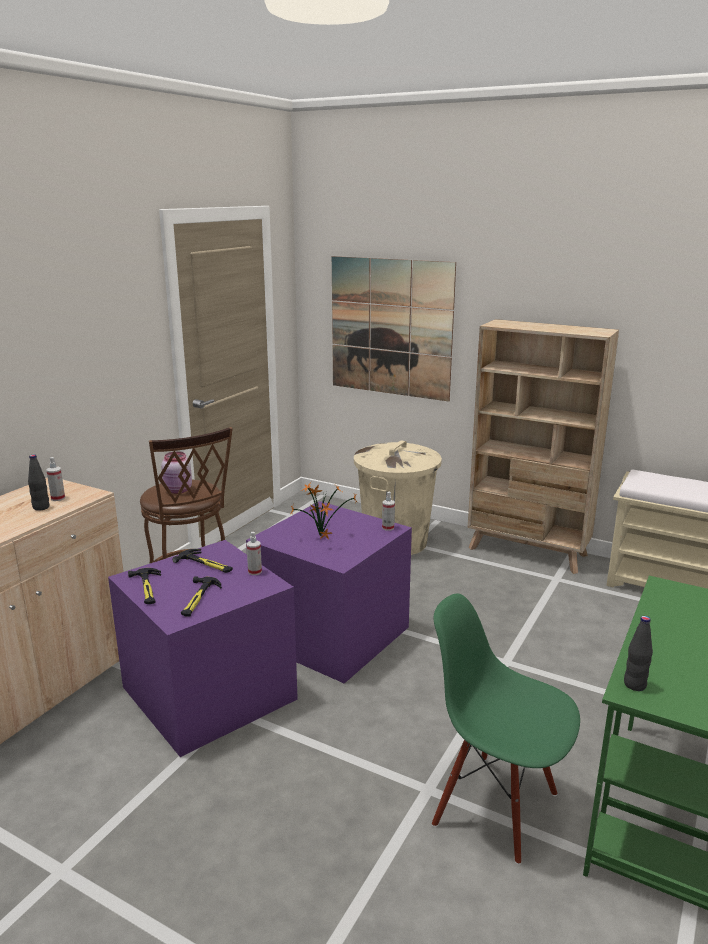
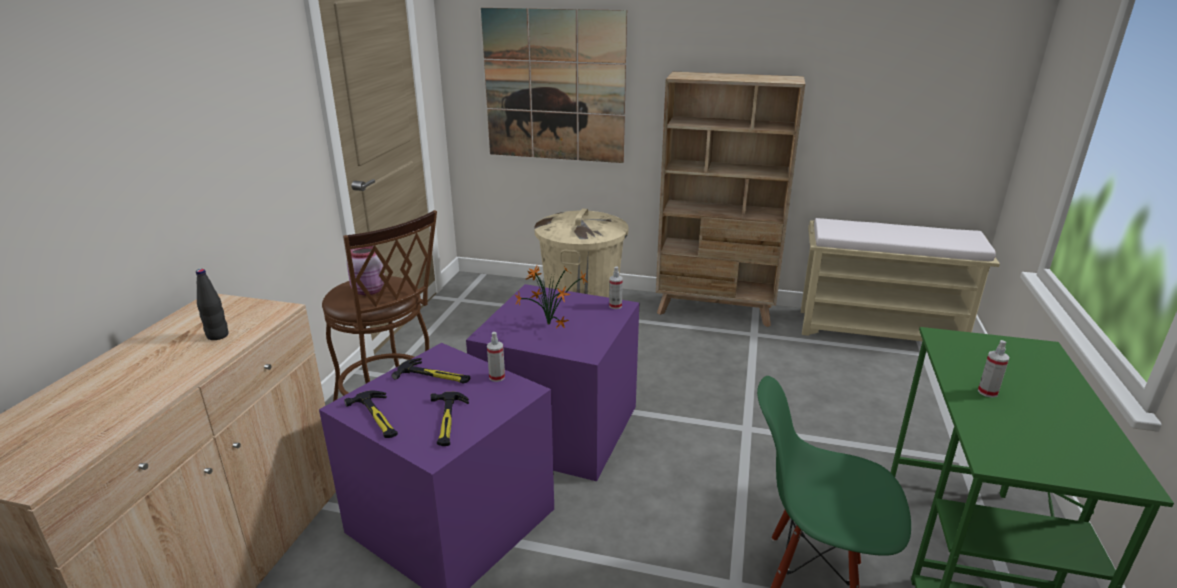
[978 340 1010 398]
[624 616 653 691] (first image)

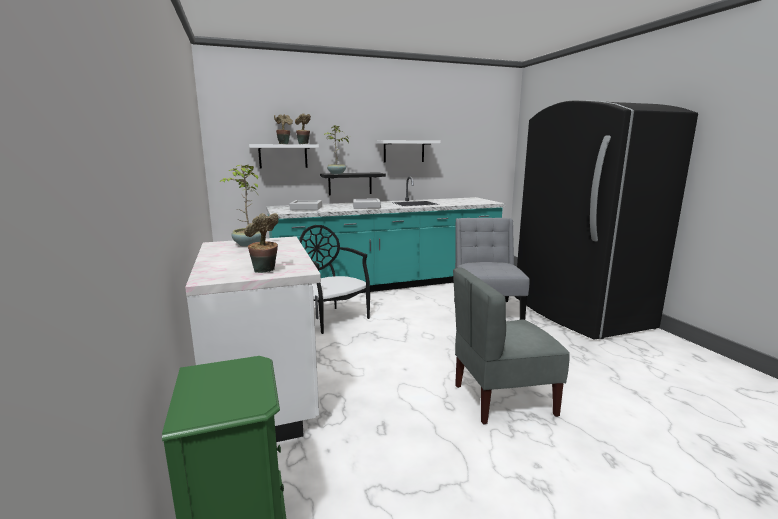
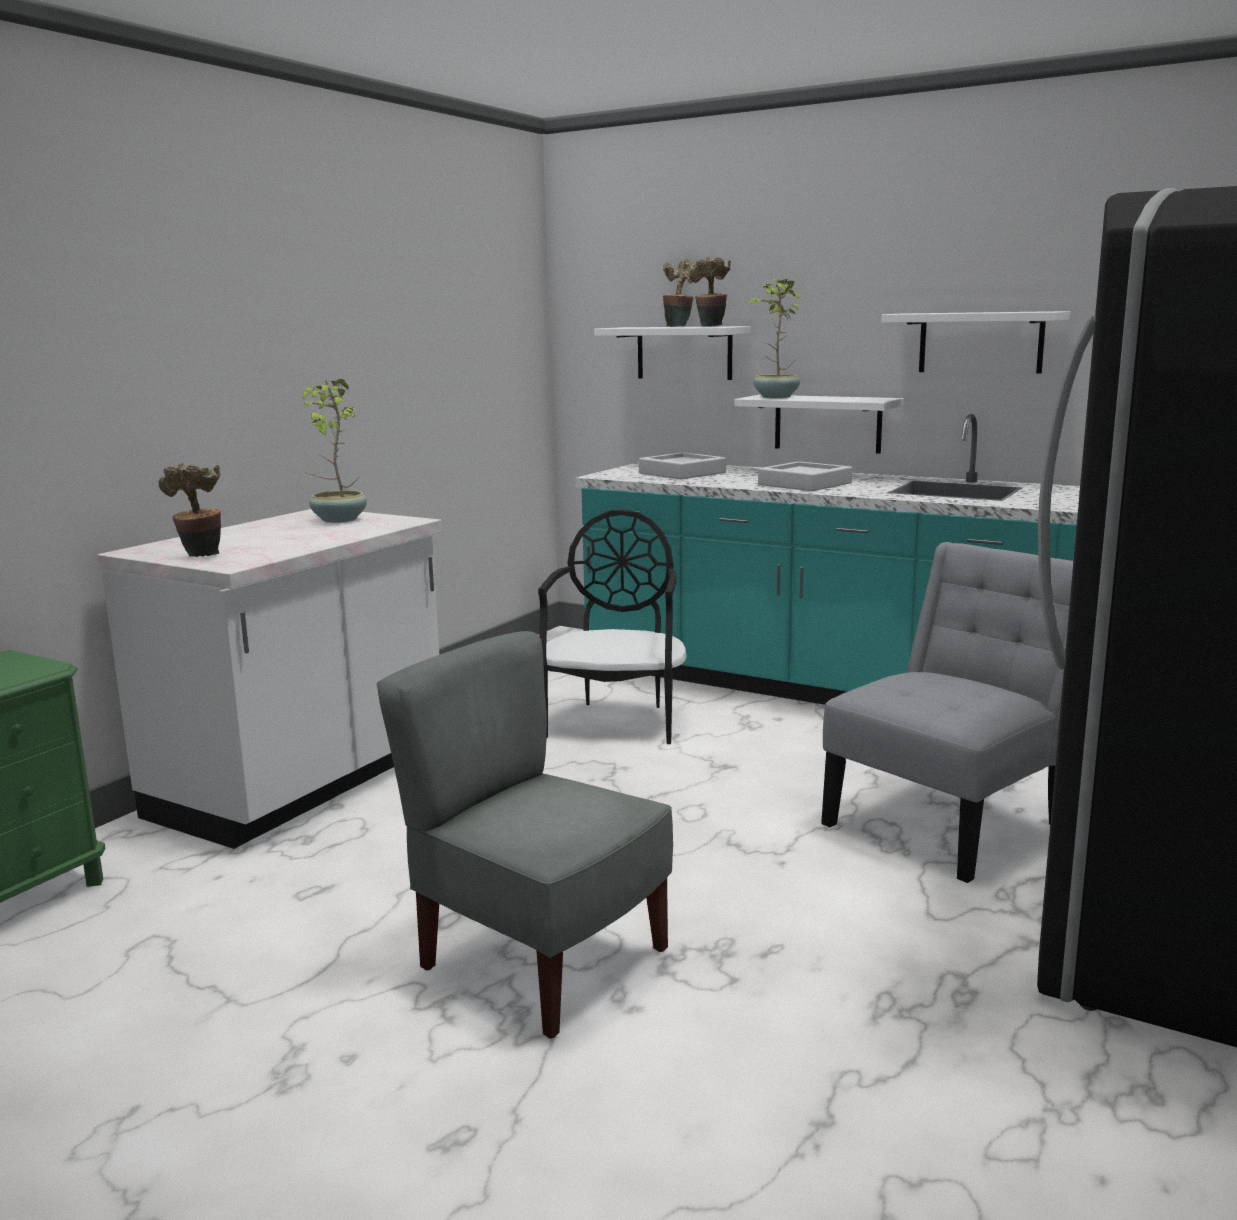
[735 395 903 454]

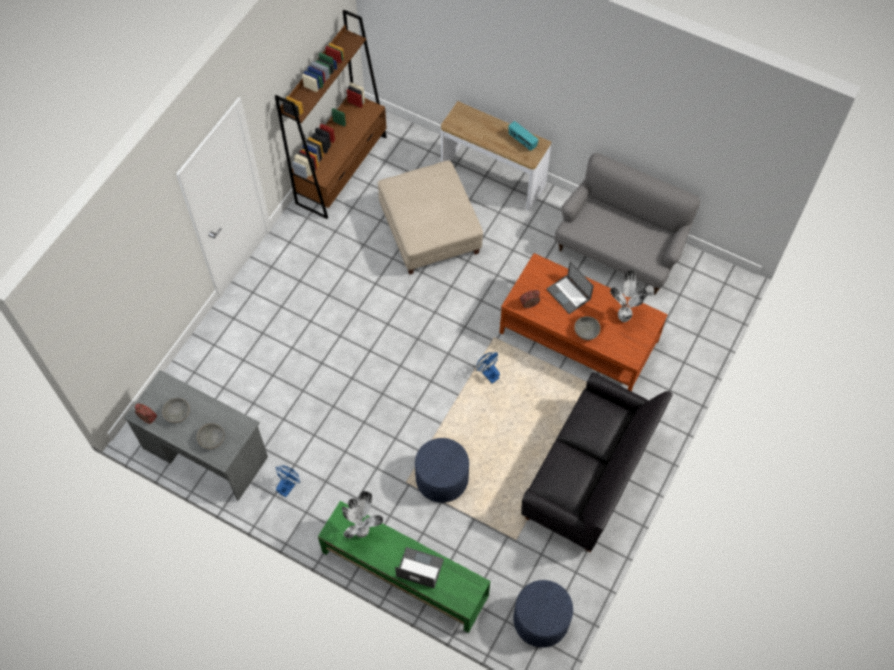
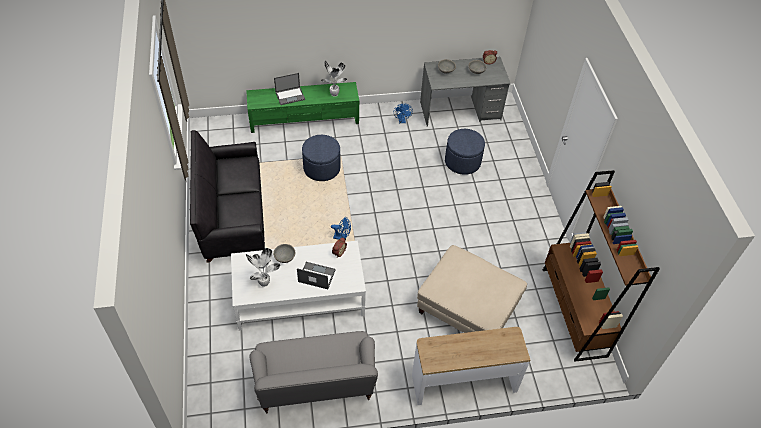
[231 241 366 331]
[445 129 485 175]
[508 121 539 151] (first image)

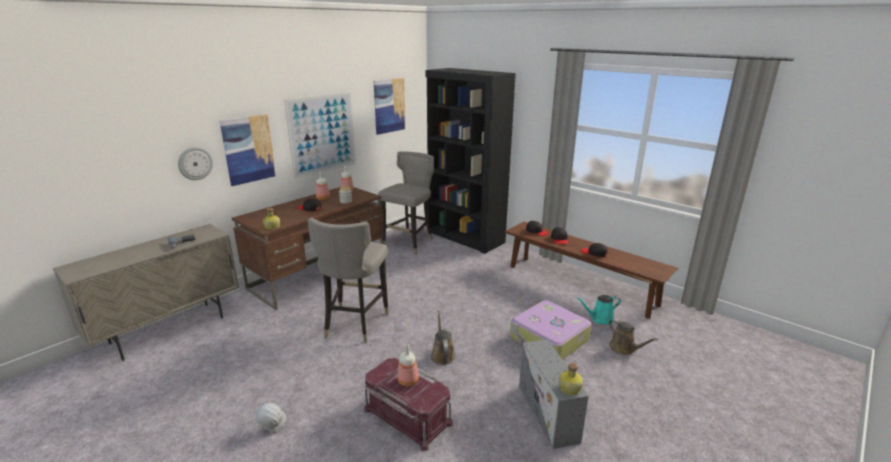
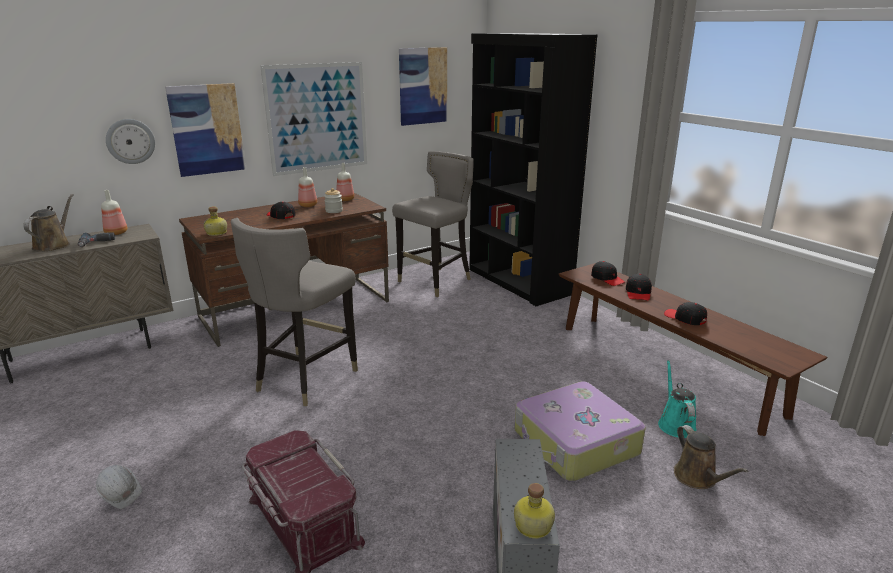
[23 194 74 252]
[101 190 127 235]
[658 360 697 438]

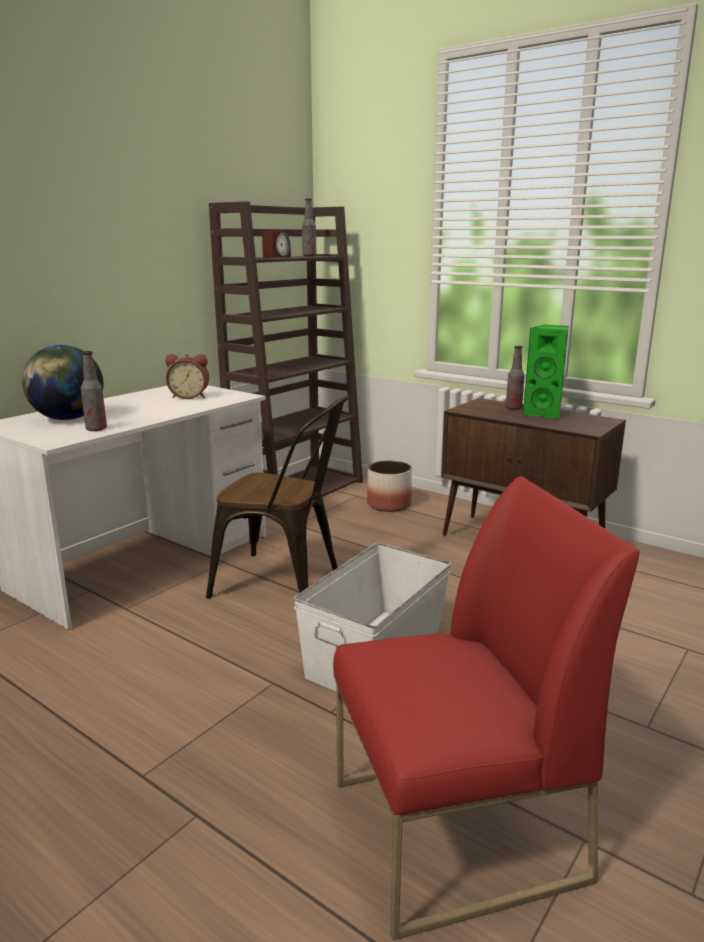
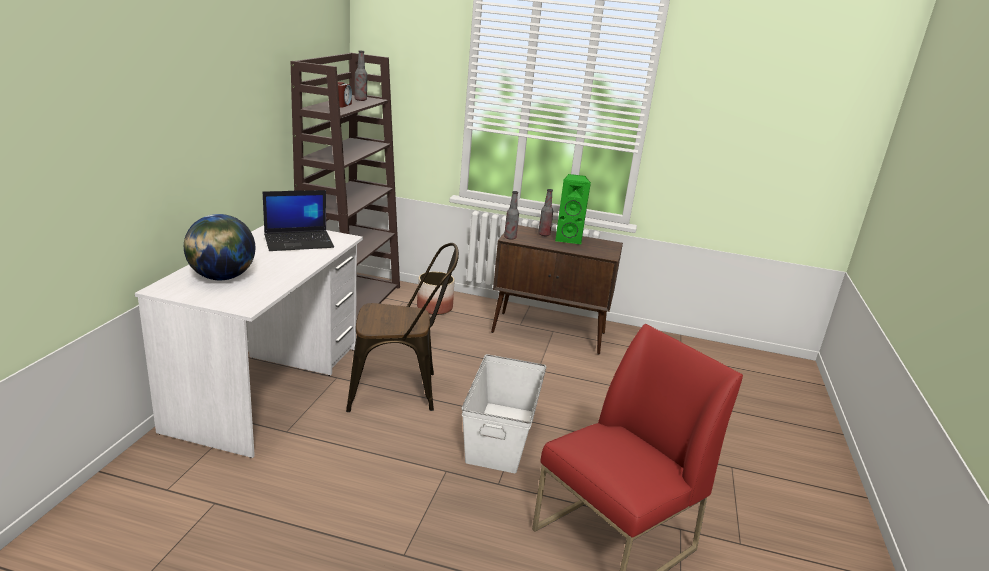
[263 190 334 251]
[504 191 519 240]

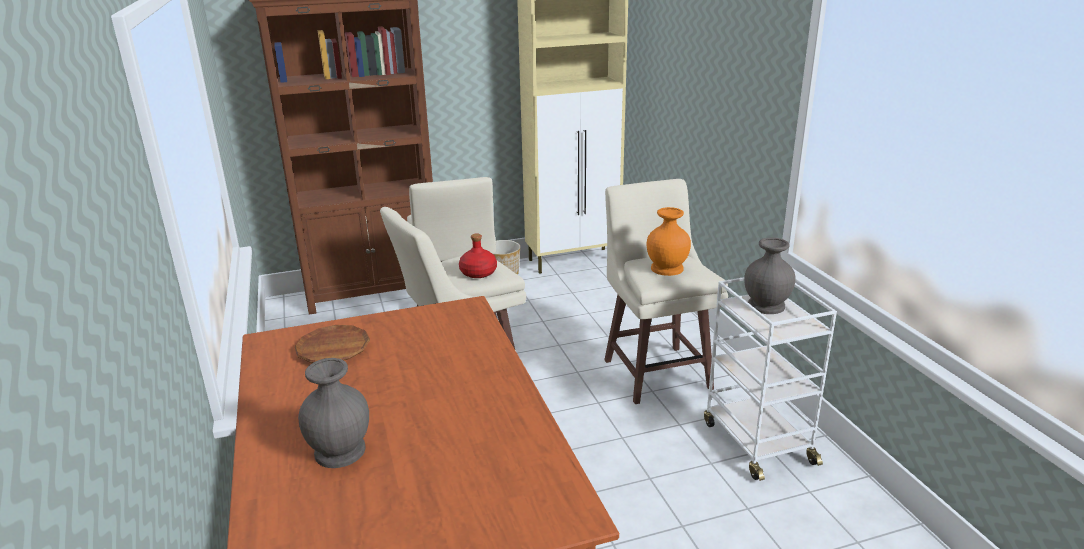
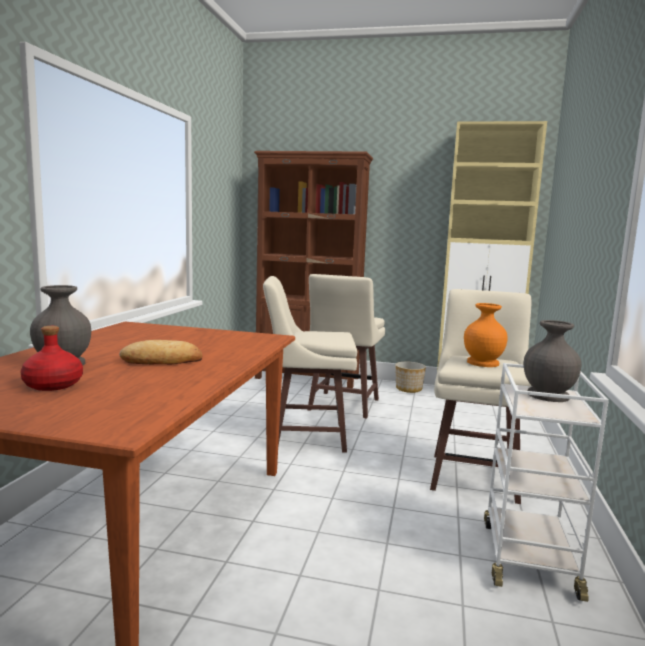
[21 326 83 391]
[119 340 202 364]
[295 325 370 363] (first image)

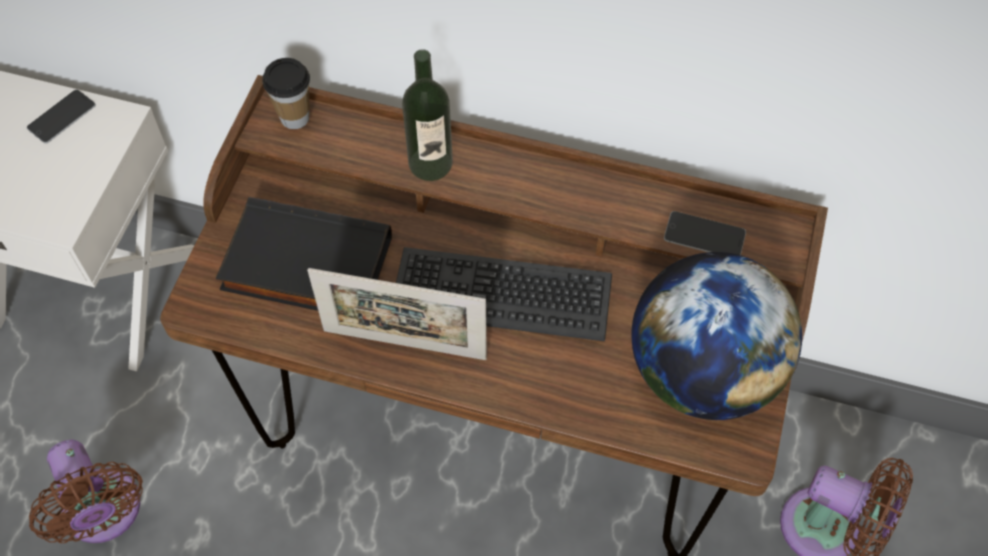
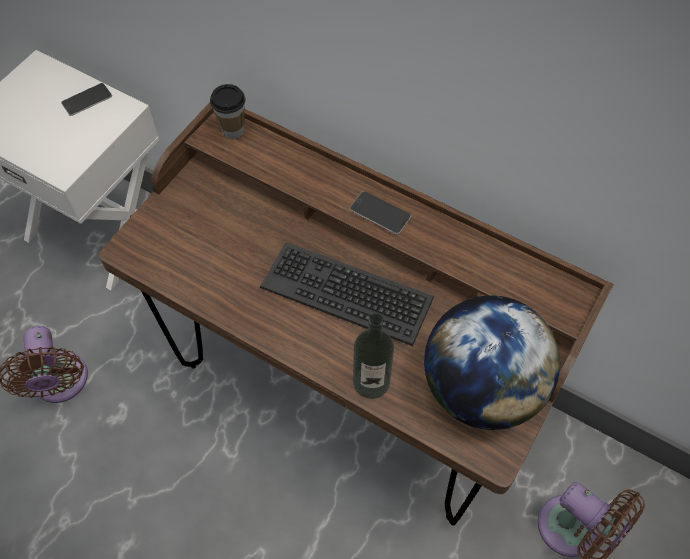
[350 191 411 234]
[353 314 394 399]
[216 197 392 311] (first image)
[307 268 487 360] (first image)

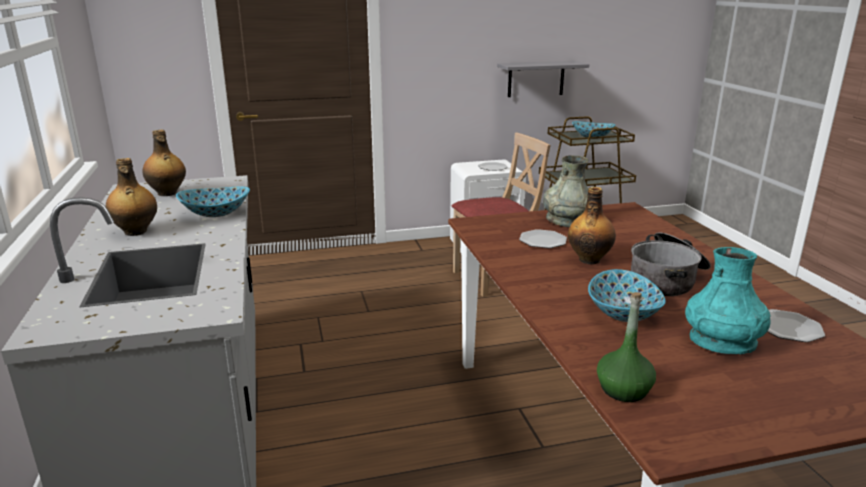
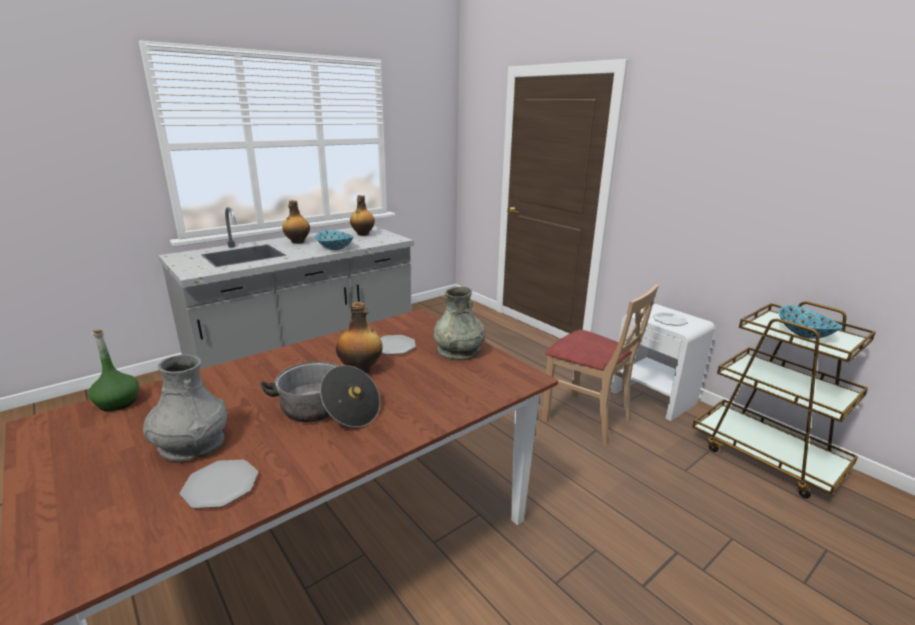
[143 354 227 462]
[497 61 589 97] (first image)
[588 269 666 322] (first image)

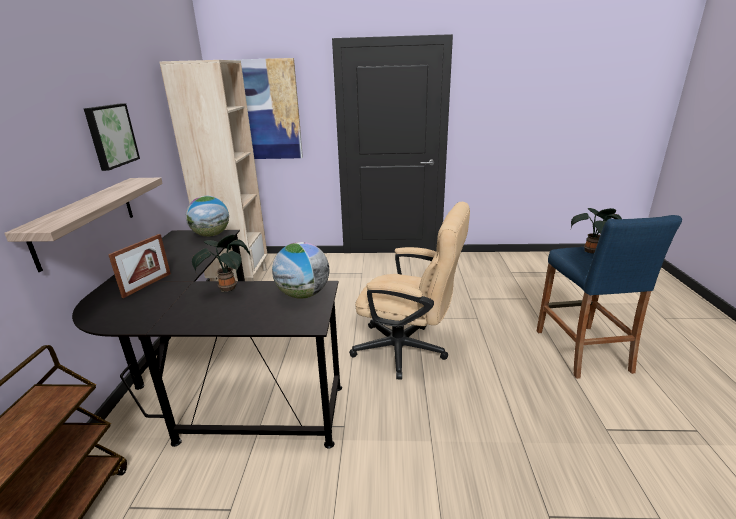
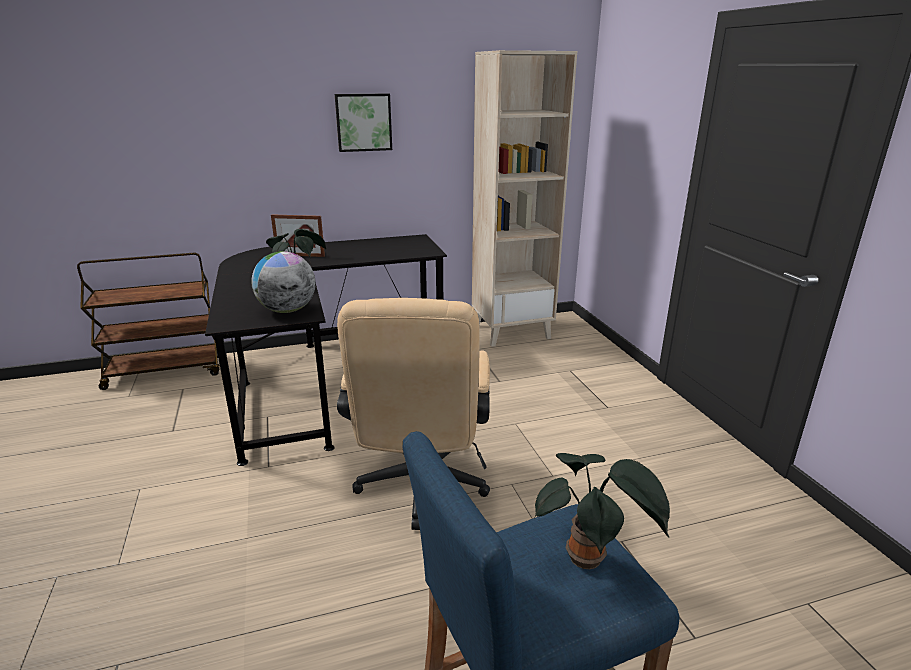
[4 178 163 272] (first image)
[186 196 229 237] (first image)
[238 58 303 159] (first image)

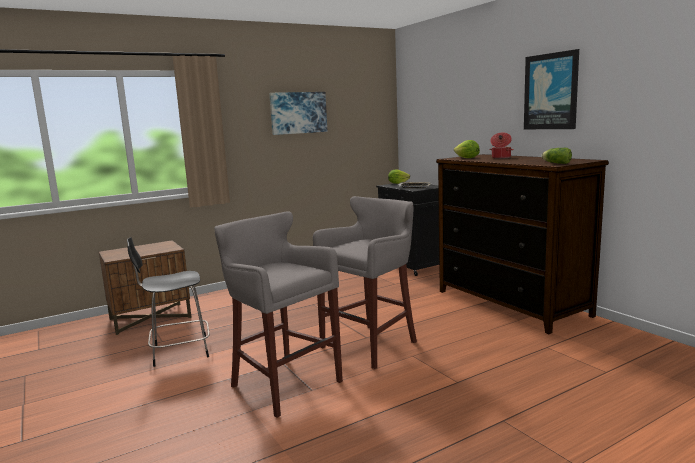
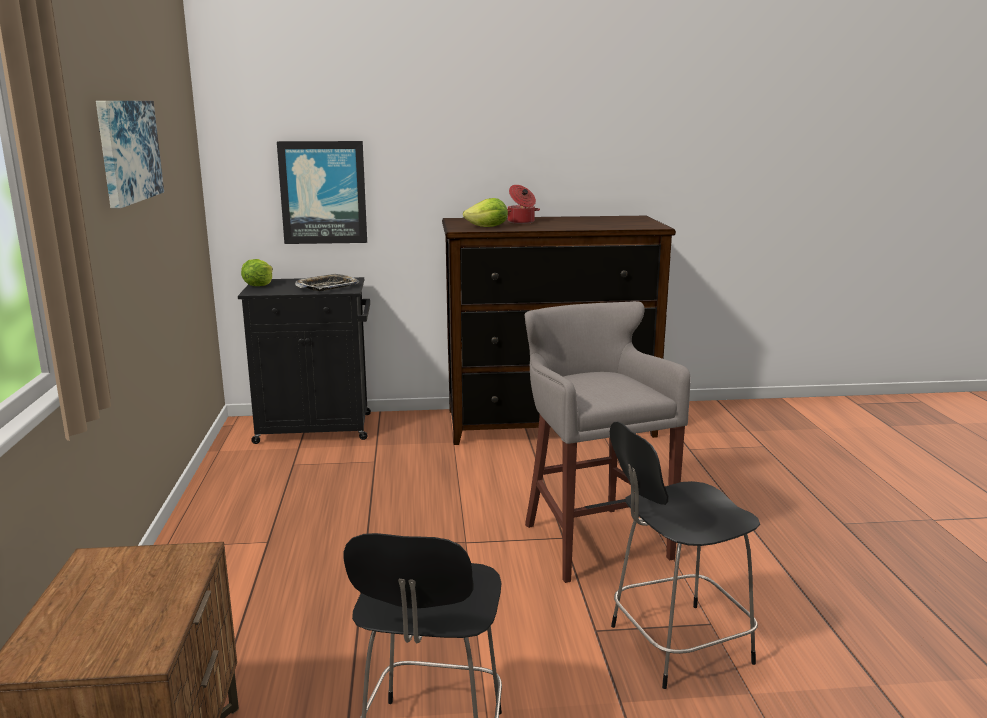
[277 141 367 244]
[610 422 760 689]
[542 148 572 164] (first image)

